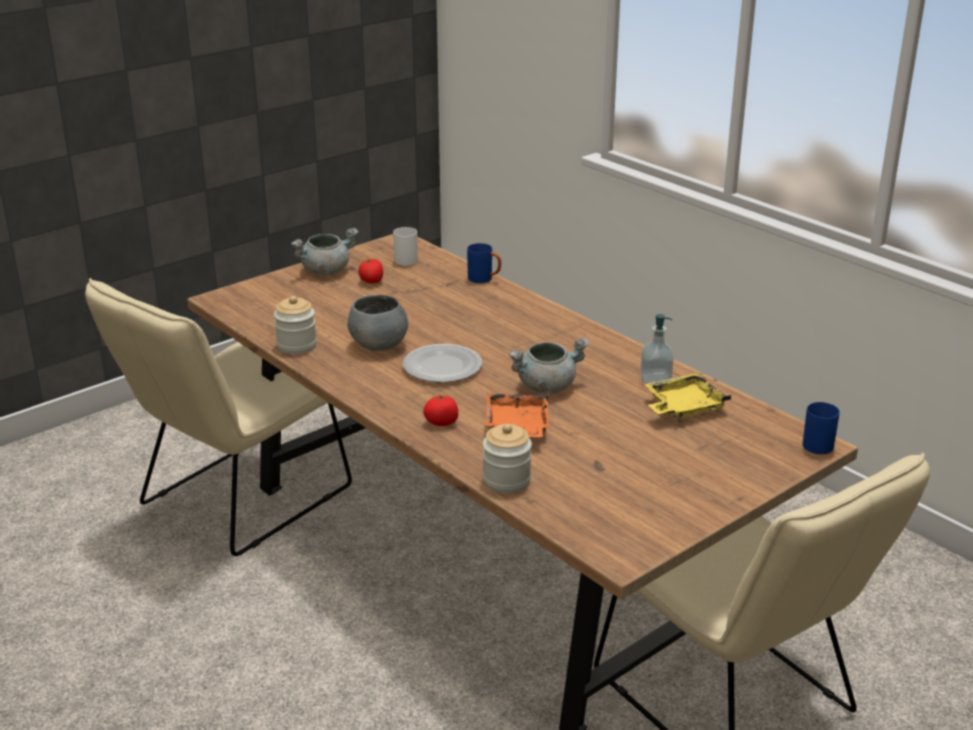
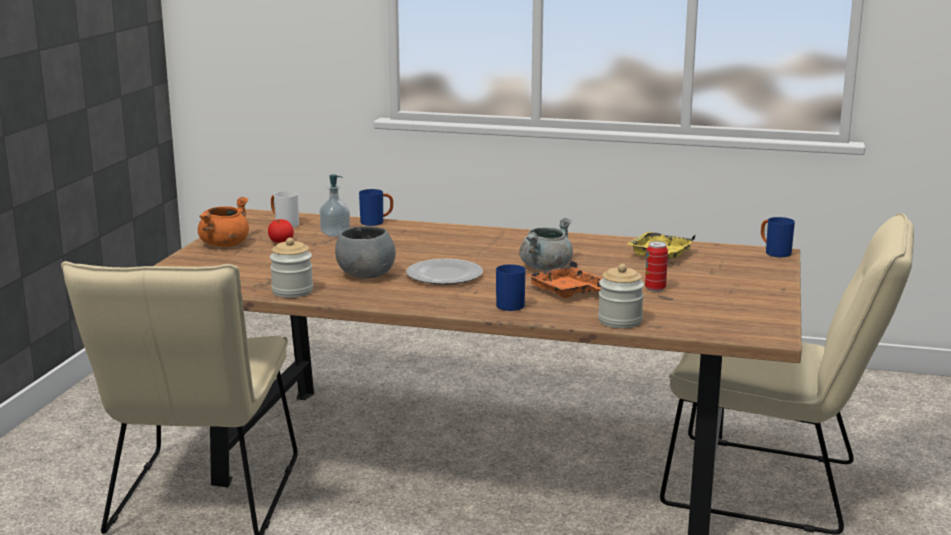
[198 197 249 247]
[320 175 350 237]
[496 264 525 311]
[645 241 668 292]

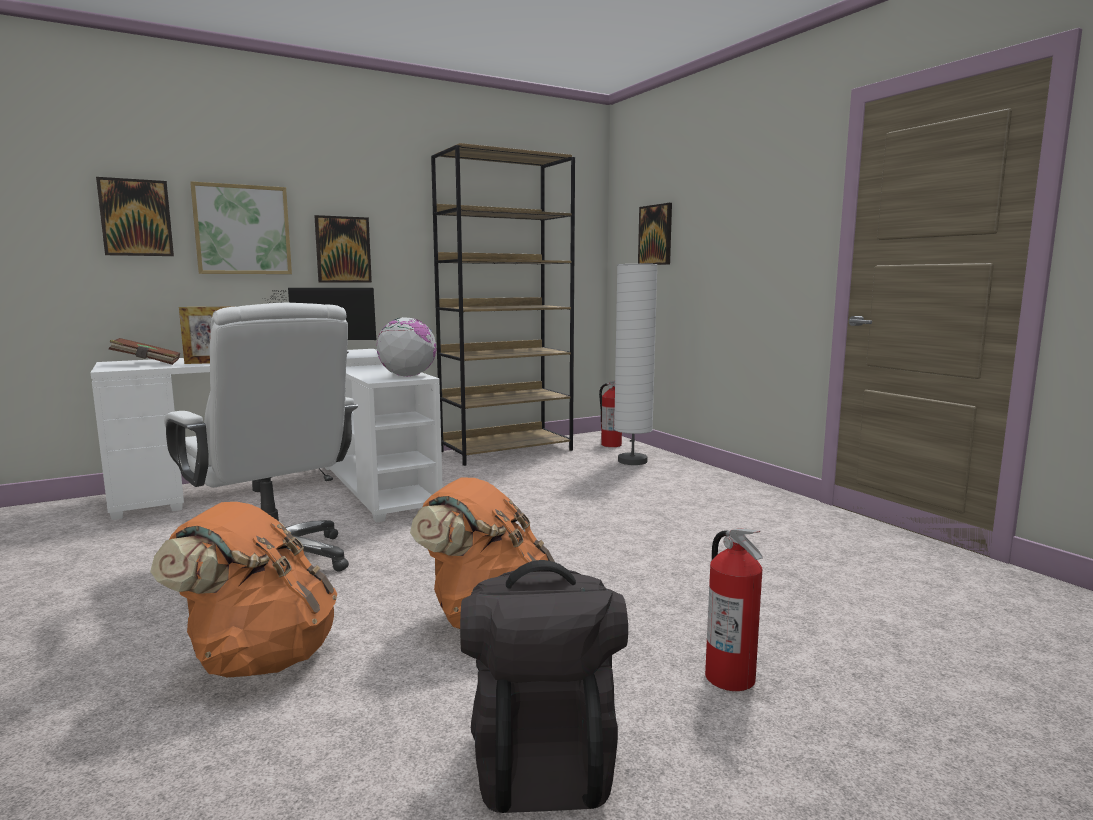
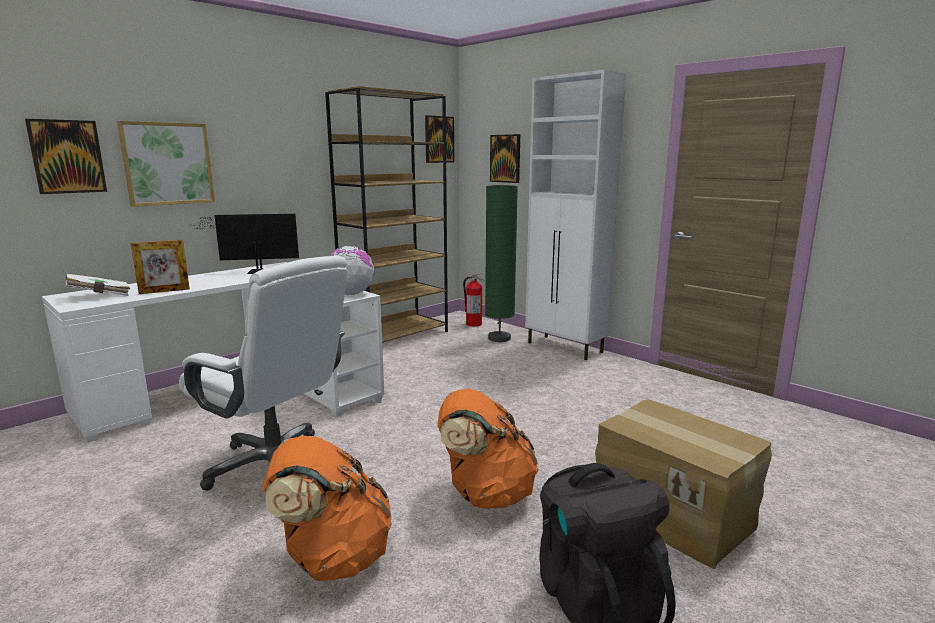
[66 273 130 296]
[425 115 454 163]
[485 185 518 342]
[525 70 626 360]
[595 399 772 569]

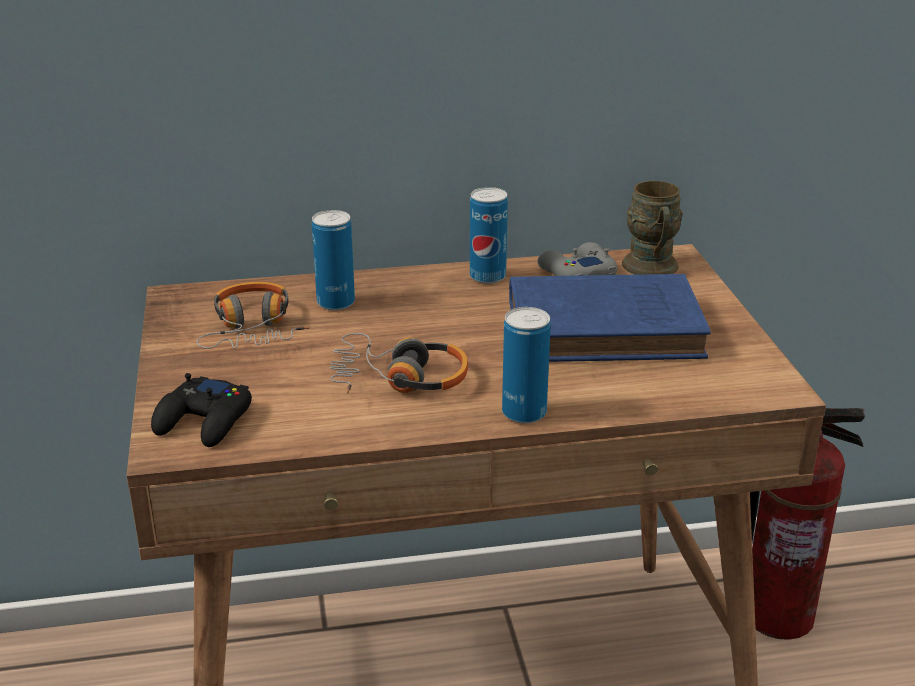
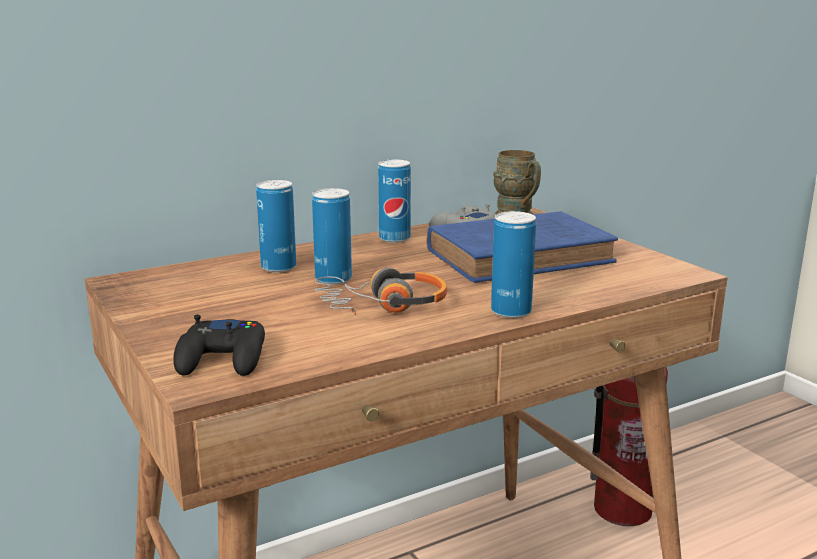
[312 188 352 285]
[197 282 310 349] (first image)

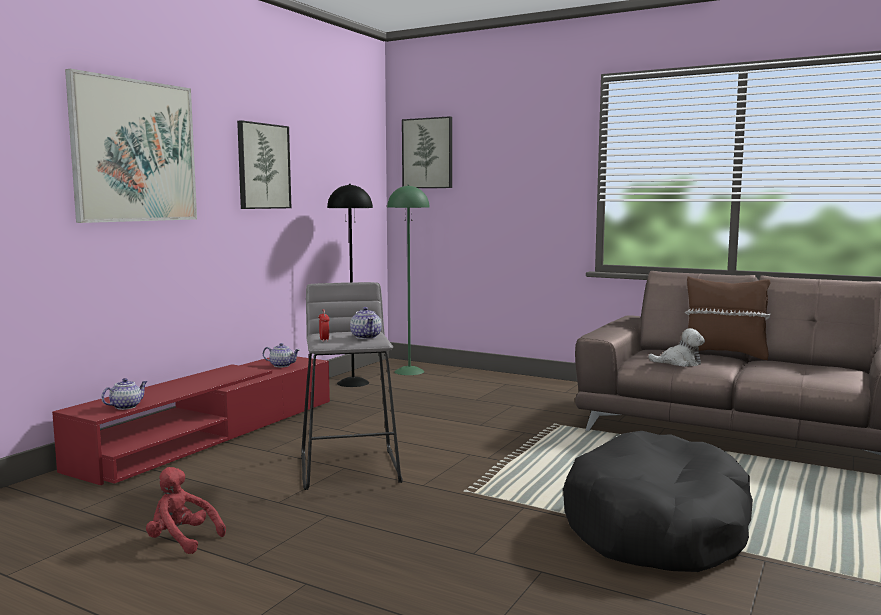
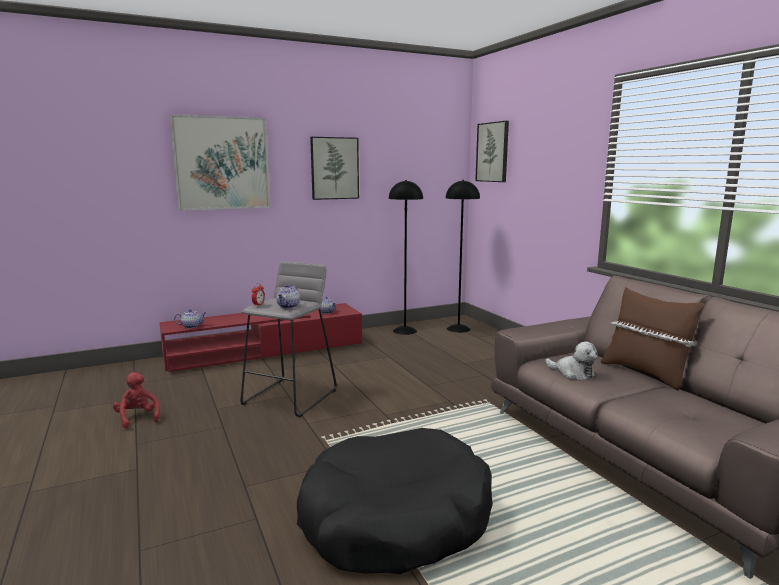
[446 180 480 333]

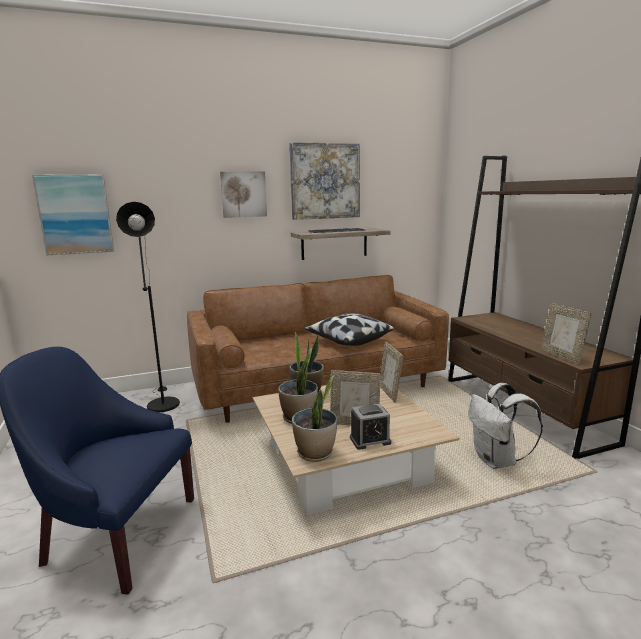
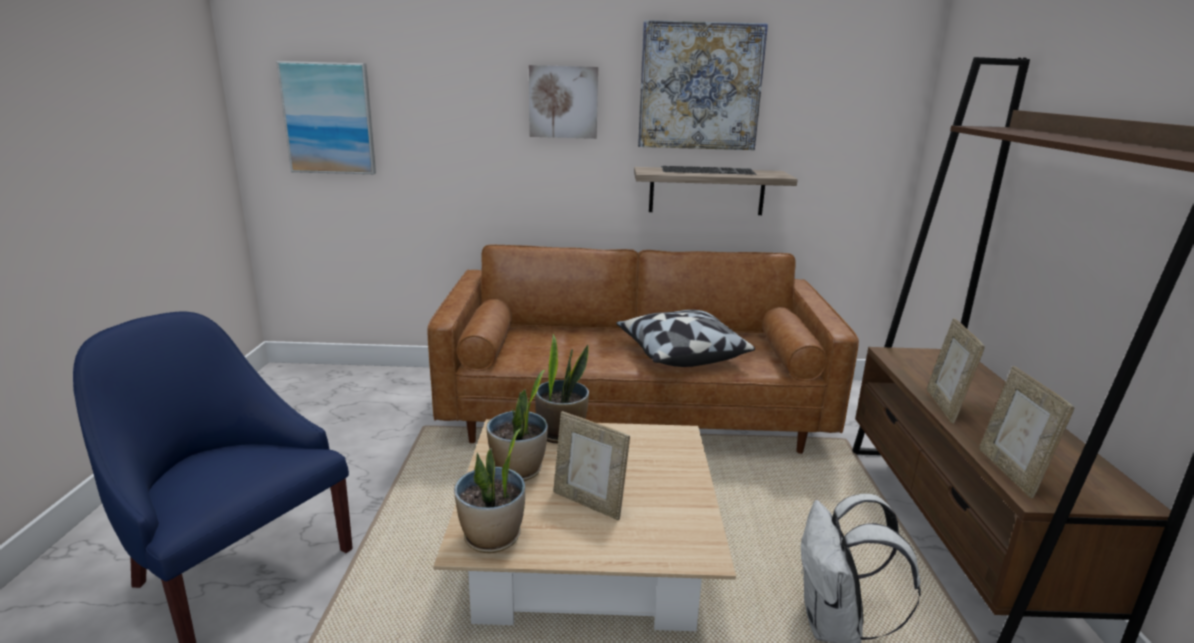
[927 318 985 423]
[116 202 180 412] (first image)
[350 404 391 450] (first image)

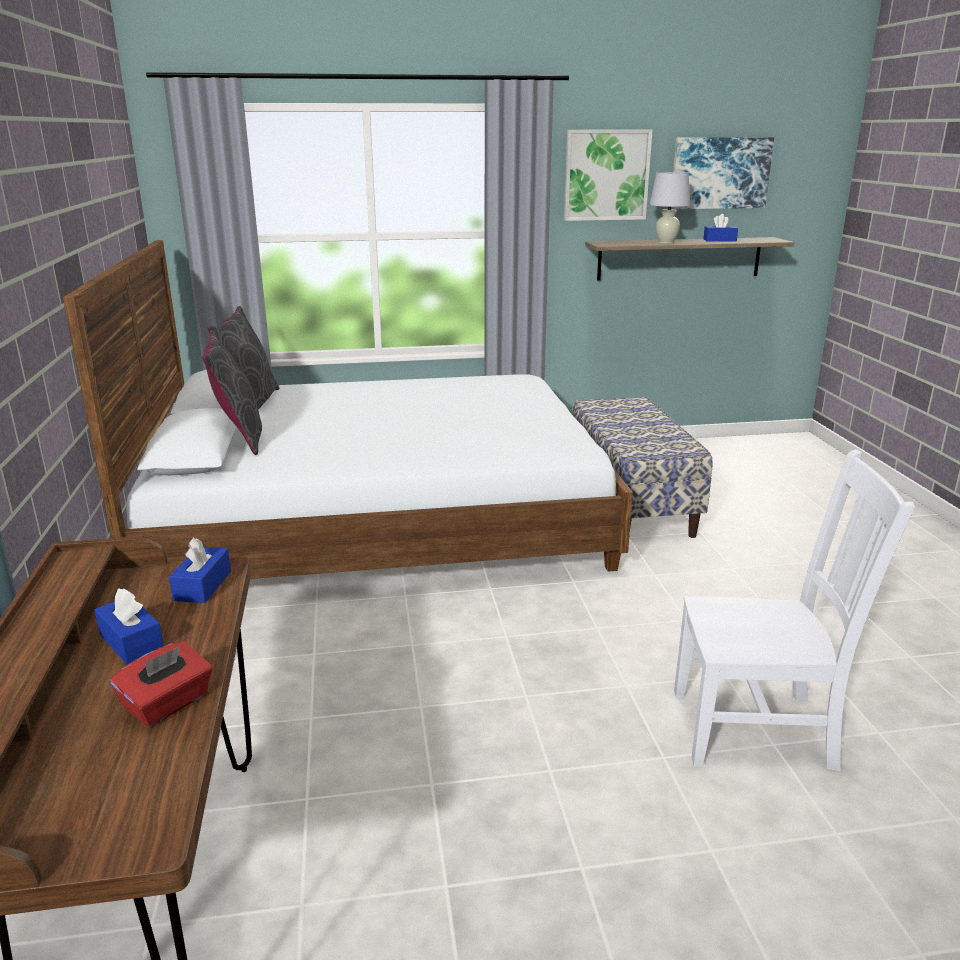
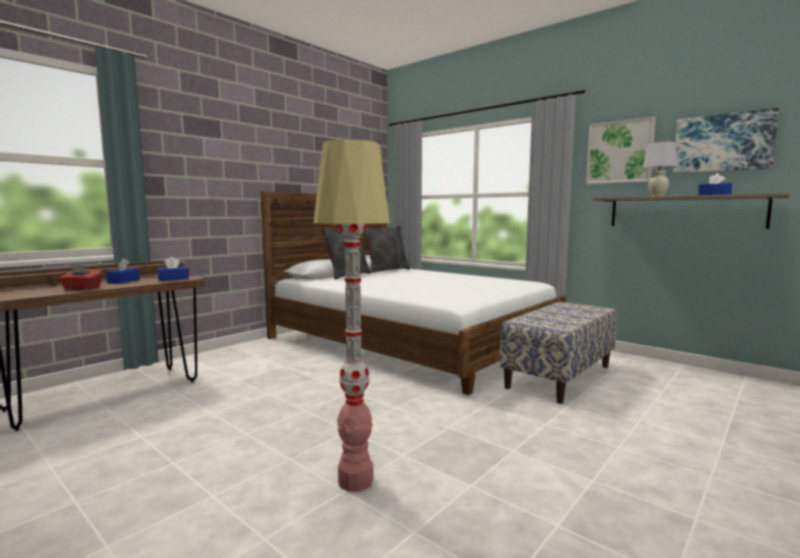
[313 139 390 492]

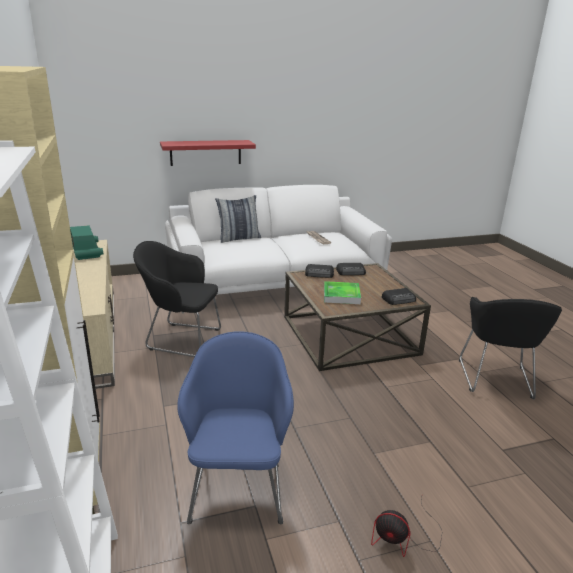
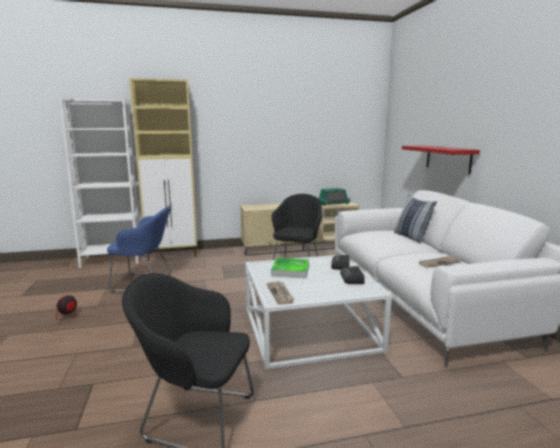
[245 255 392 369]
[267 281 294 305]

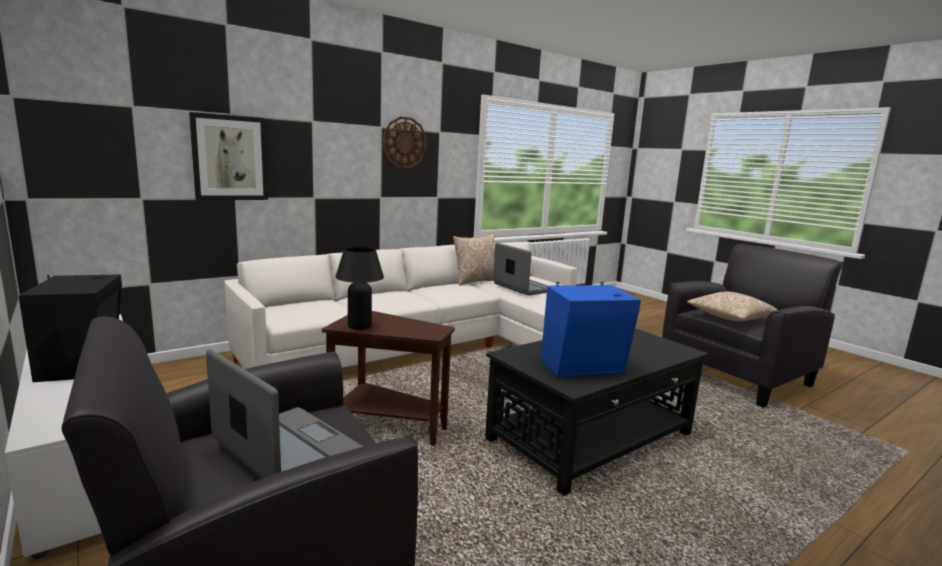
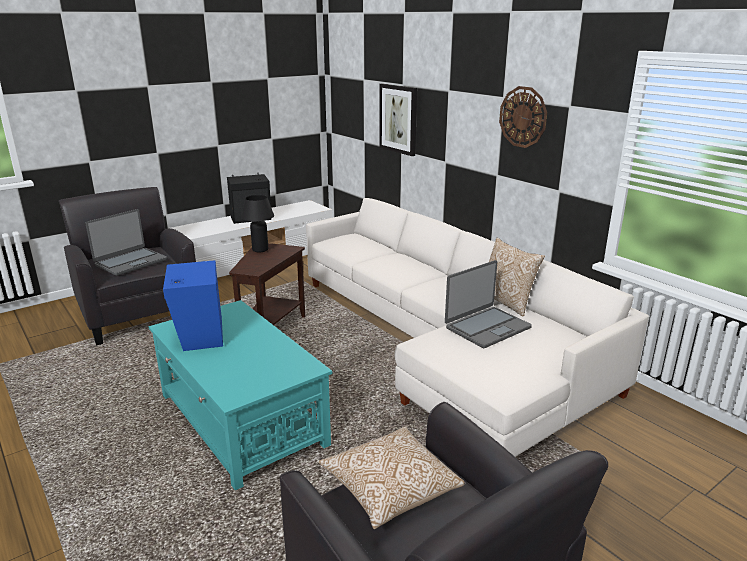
[149 300 332 490]

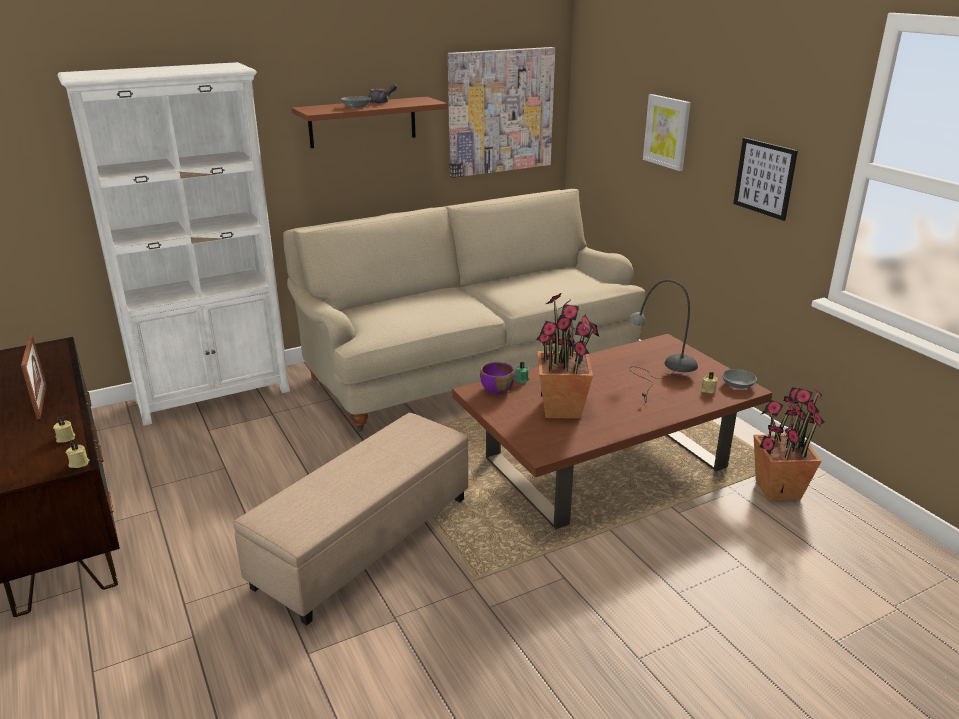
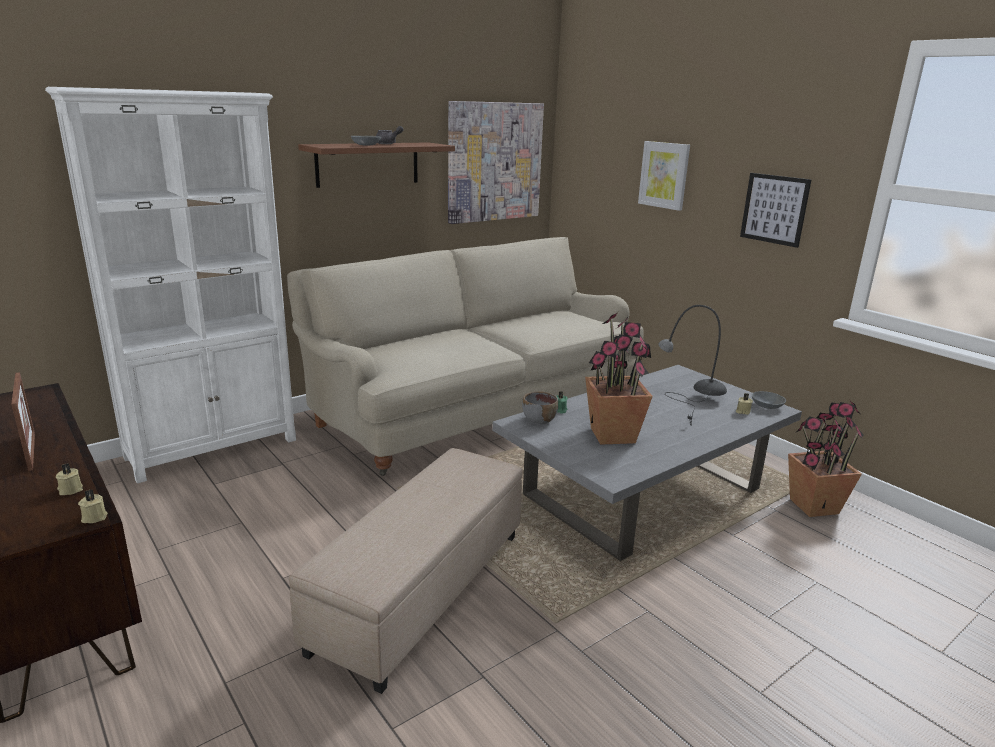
[492 365 802 561]
[522 391 558 425]

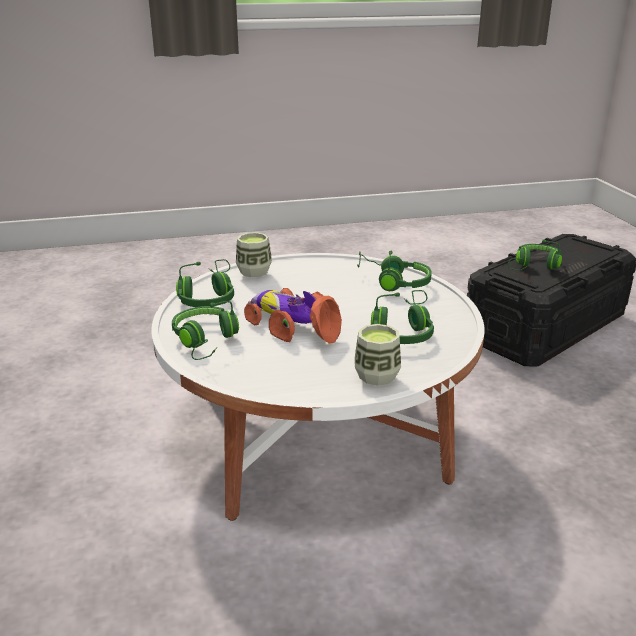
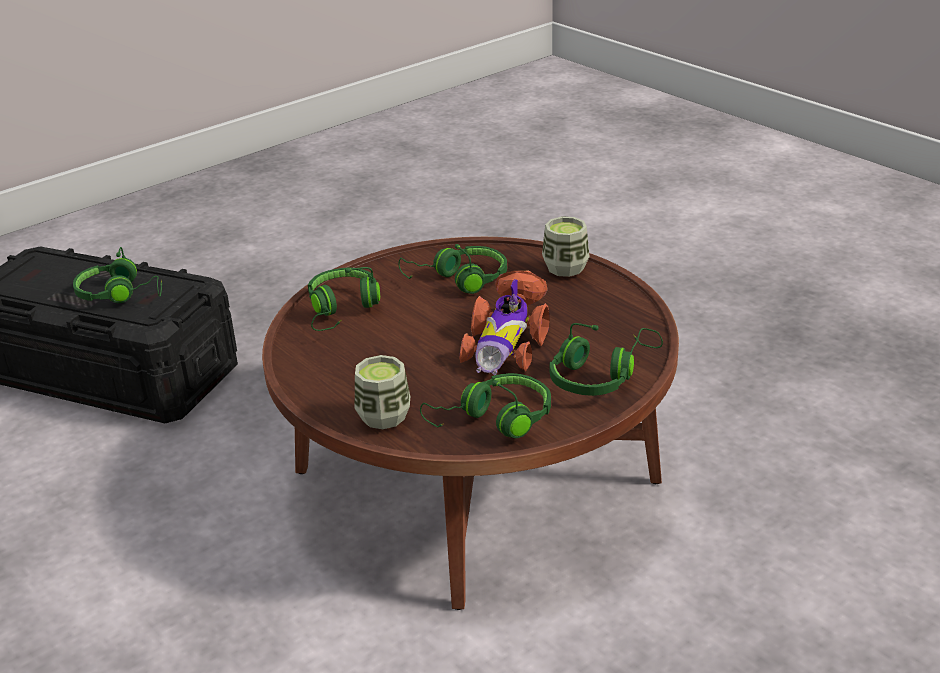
[262 237 679 610]

